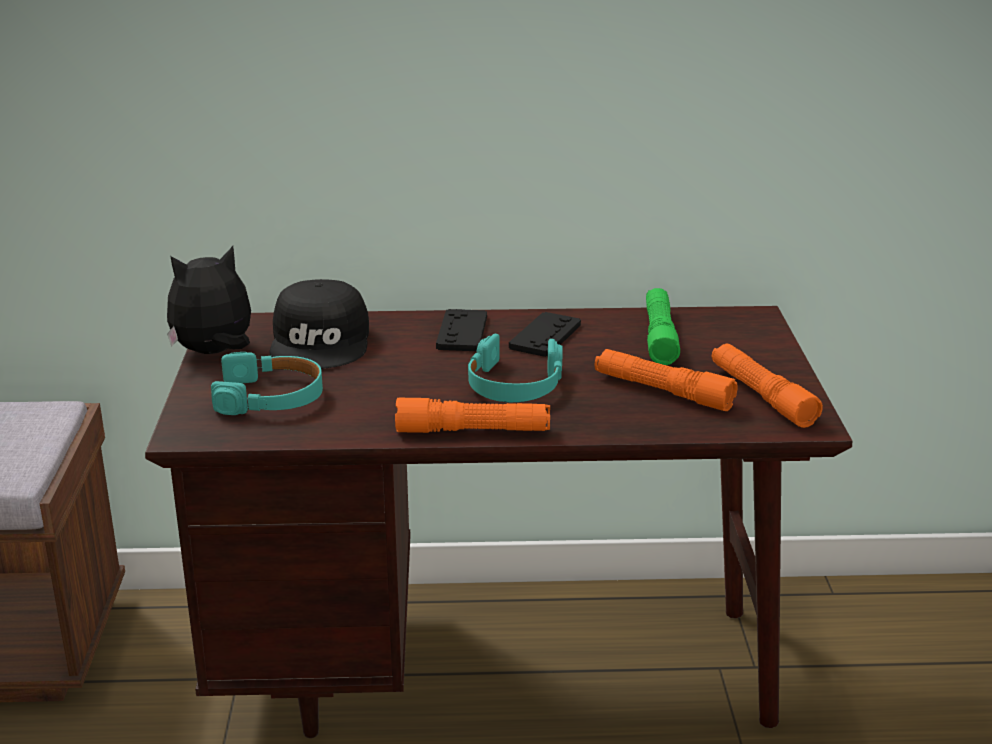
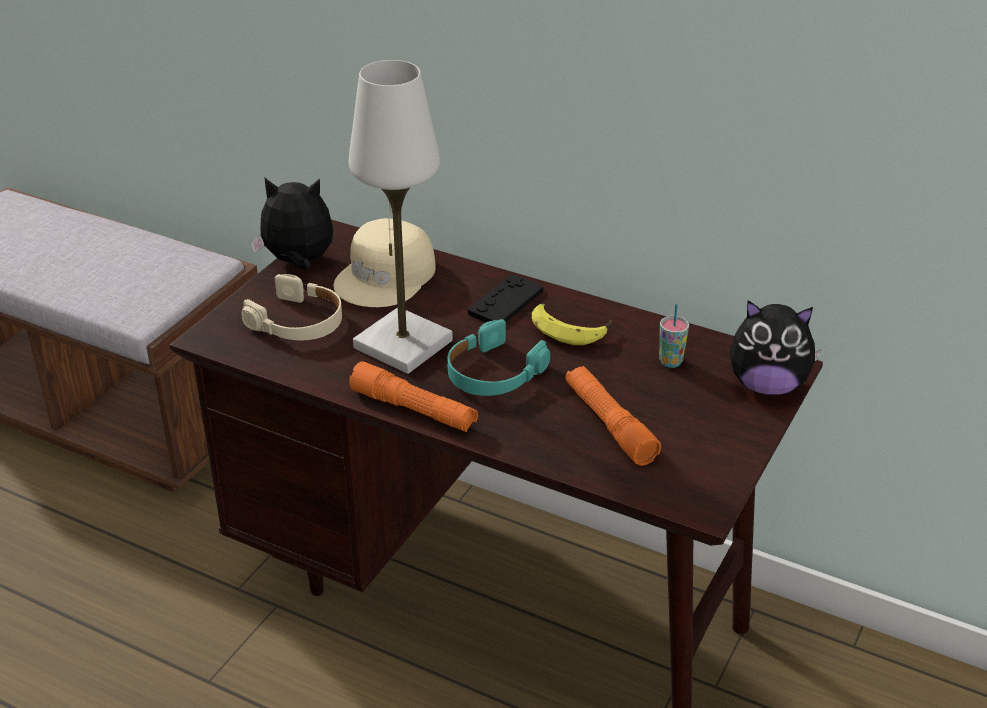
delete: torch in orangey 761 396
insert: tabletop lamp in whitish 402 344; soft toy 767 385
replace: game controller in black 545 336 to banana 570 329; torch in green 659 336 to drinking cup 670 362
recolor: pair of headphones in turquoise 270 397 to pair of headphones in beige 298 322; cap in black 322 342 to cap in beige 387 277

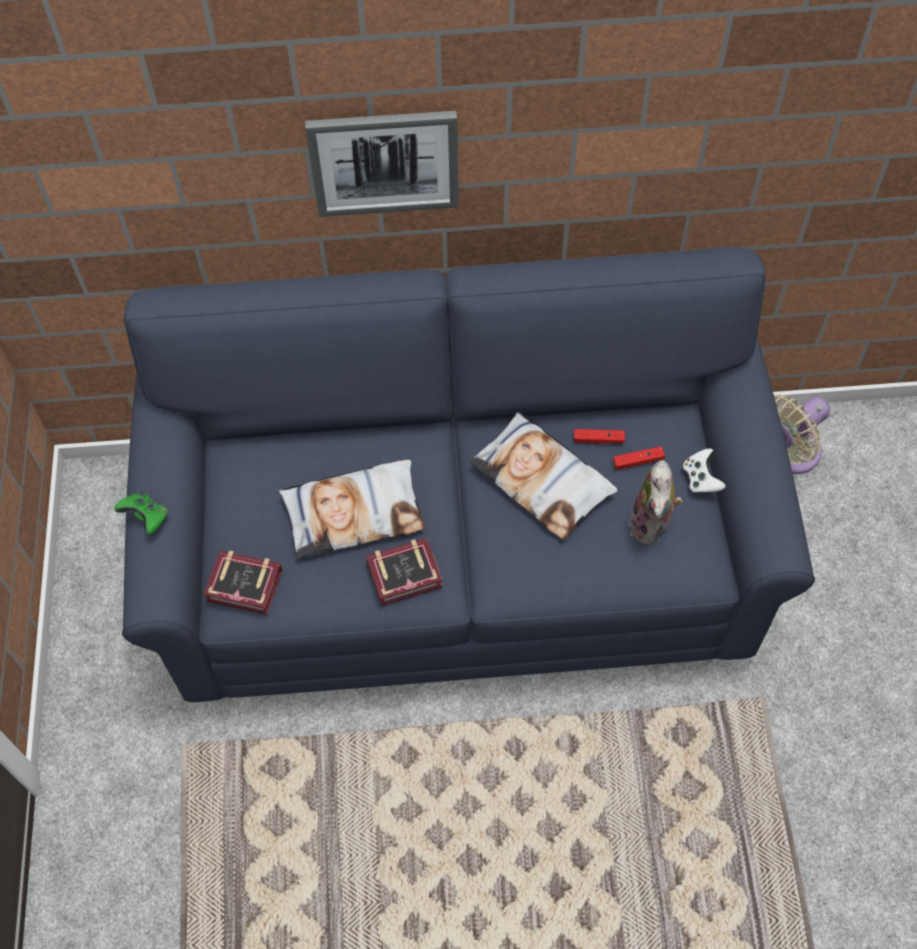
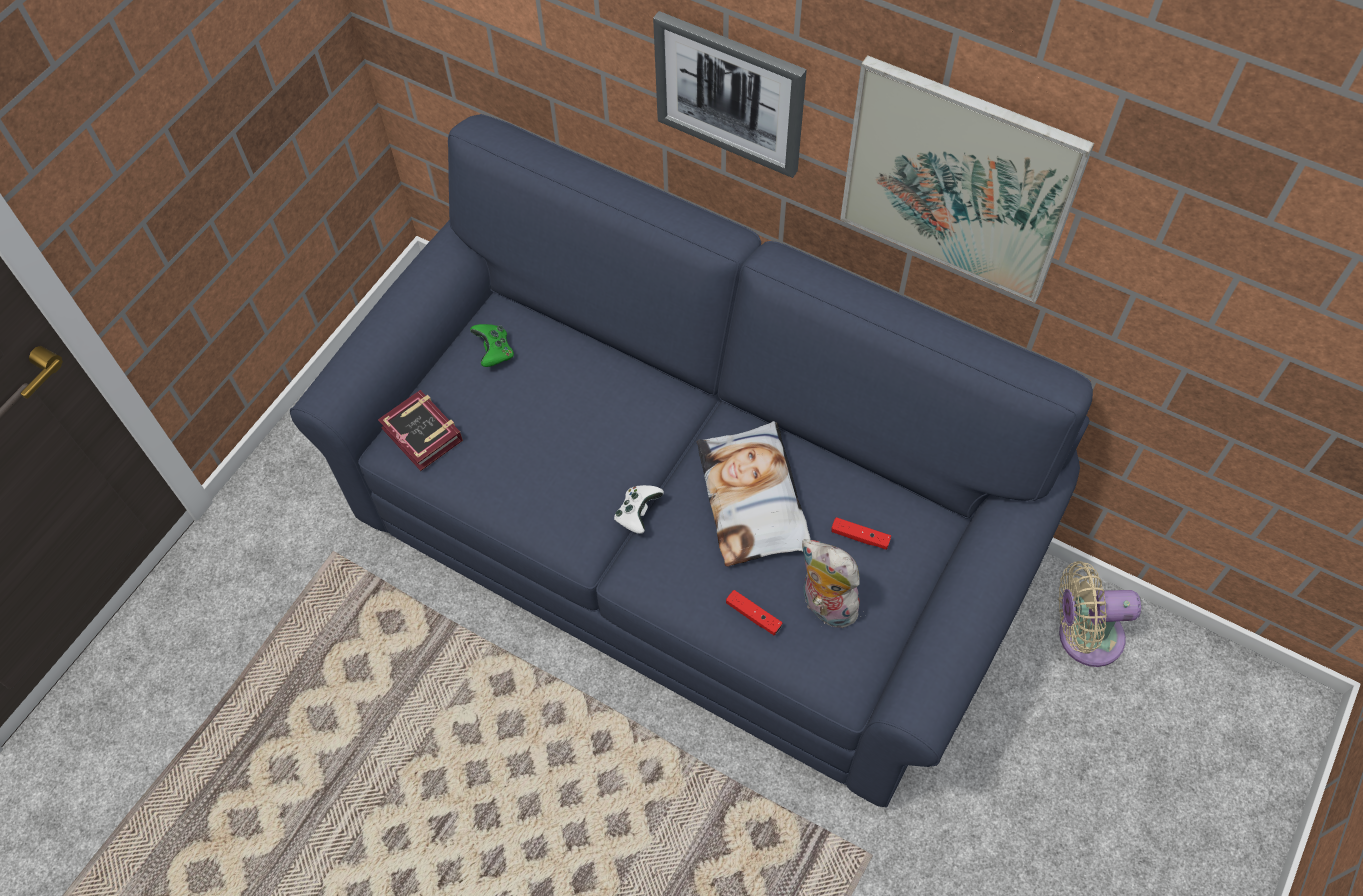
delete: pillow 354 513; bound book 408 576
insert: wall picture 957 180
move: game controller in green 147 518 to 494 352; game controller in red-coloured 598 440 to 753 616; game controller in whitish 701 479 to 638 514
rotate: soft toy 652 525 = 825 606 90 degrees clockwise

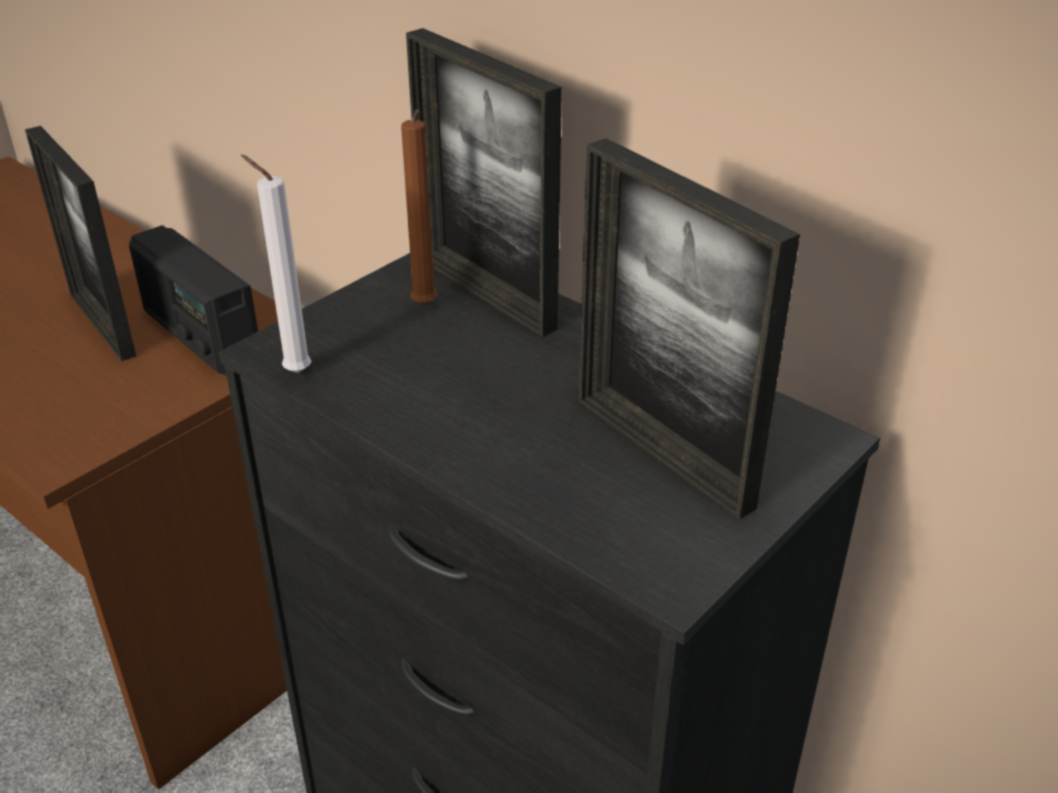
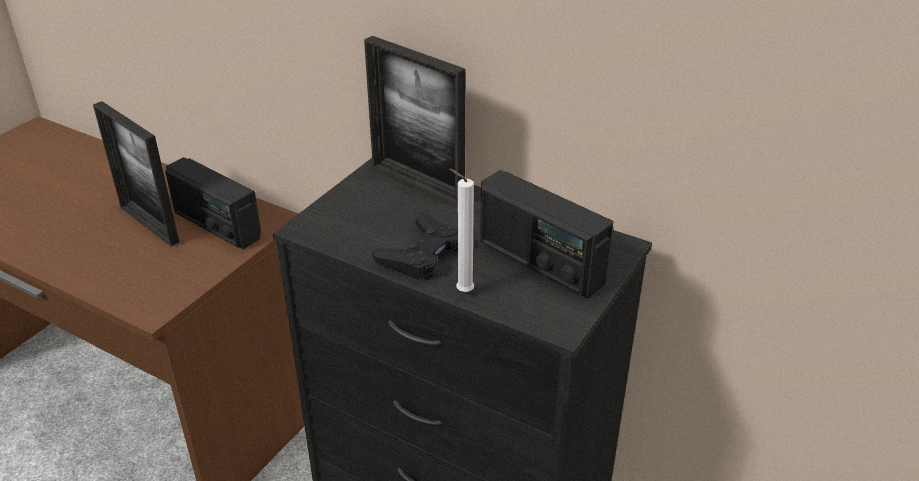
delete: candle in brown 425 307
insert: game controller in black 422 254
move: candle in whitish 293 371 to 462 291
replace: picture frame 662 452 to radio receiver 540 262

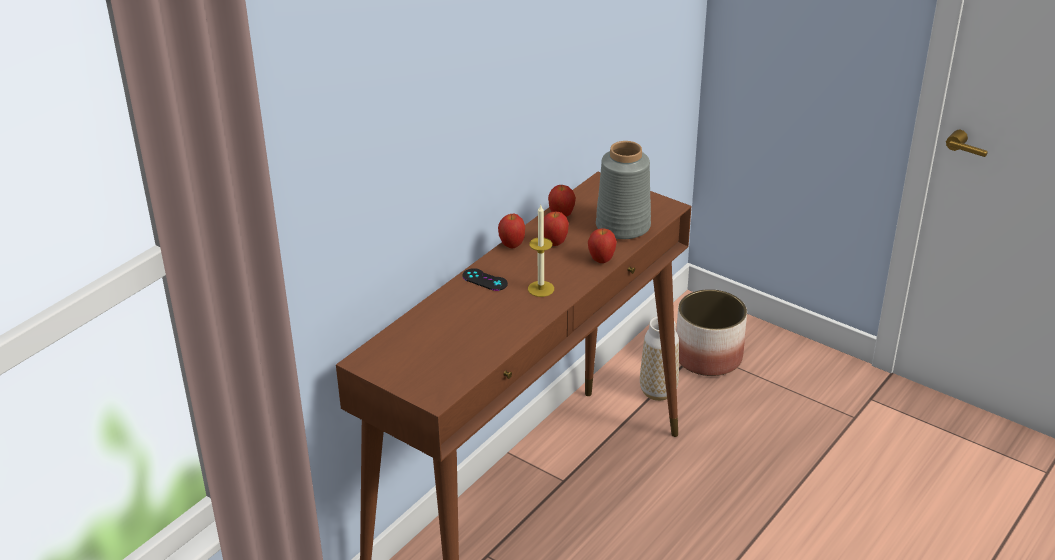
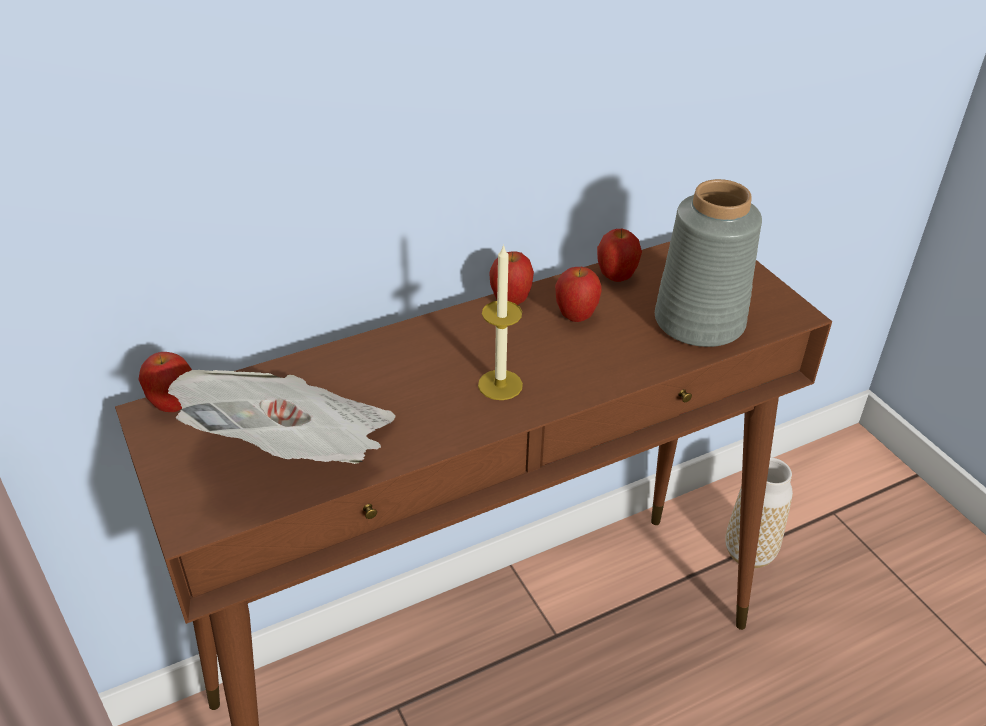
delete: game controller in black 484 280; planter 707 357
insert: newspaper 297 452
move: apple fruit 601 260 to 173 405

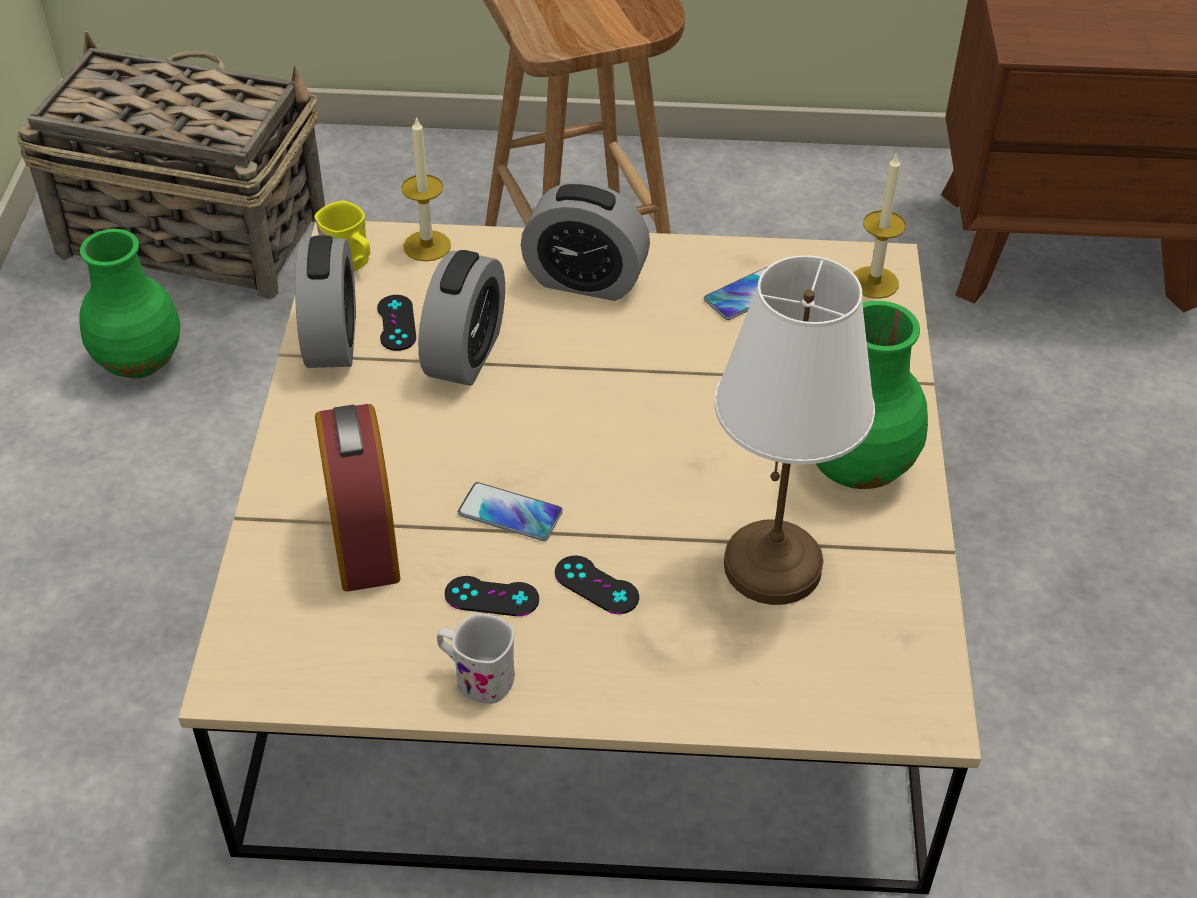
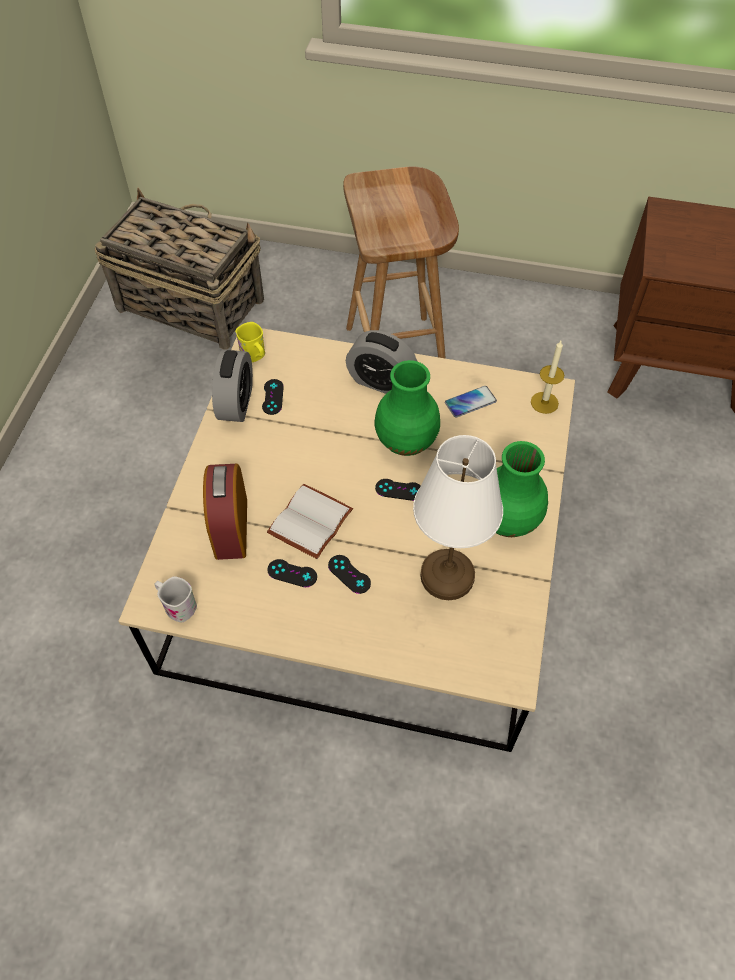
delete: candle 427 246; bedside clock 465 354
insert: game controller in black 399 490
move: flower vase in green 141 362 to 407 441; mug in whitish 476 677 to 177 605
replace: telephone 510 513 to bound book in whitish 311 524

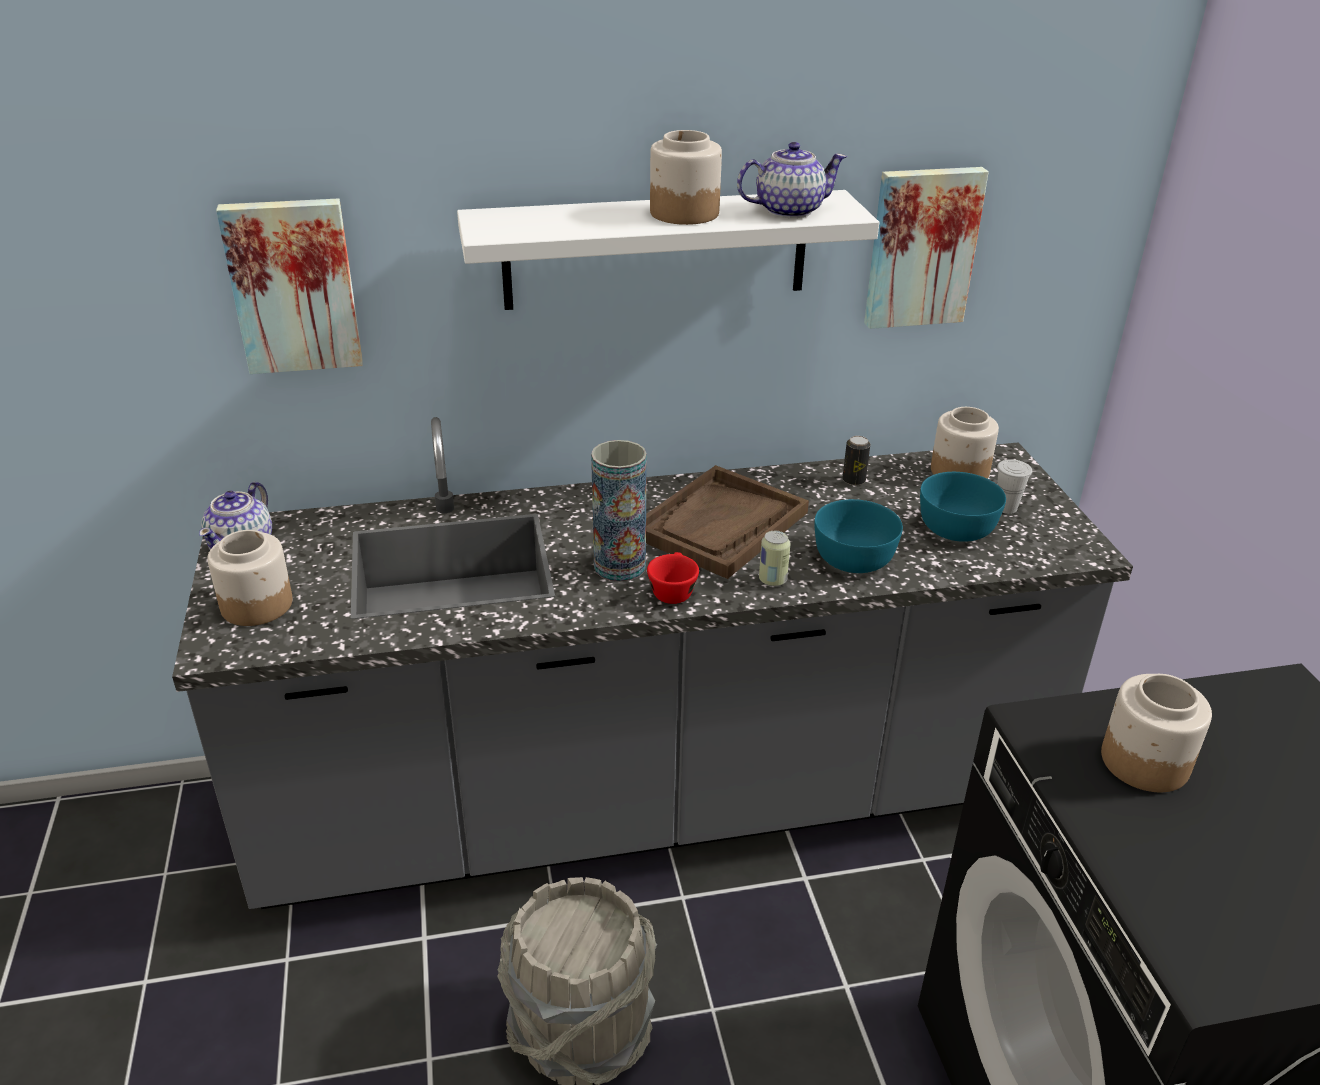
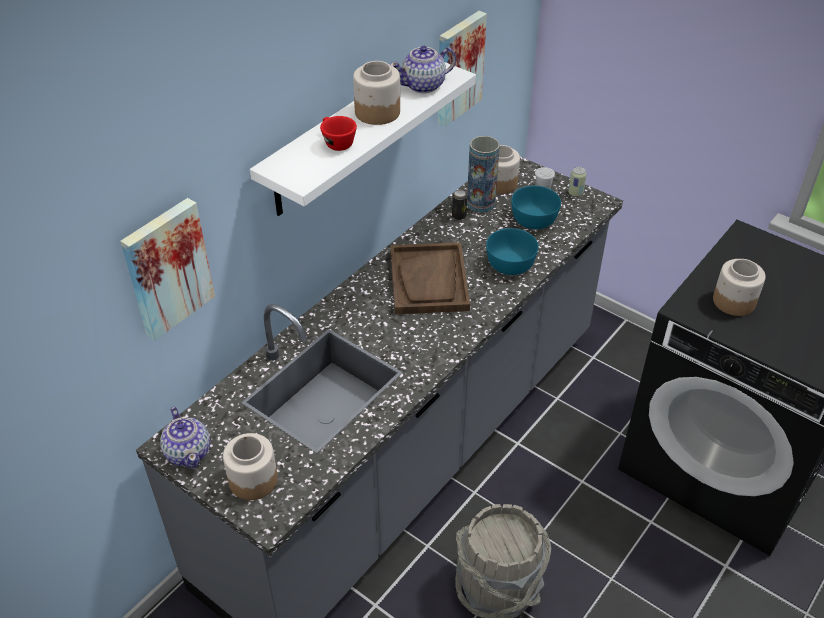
move: flower vase 619 566 to 480 204; drinking cup in red-coloured 672 590 to 336 142; sealed can 772 580 to 575 193
rotate: pot for tea 788 210 = 424 85 150 degrees counterclockwise

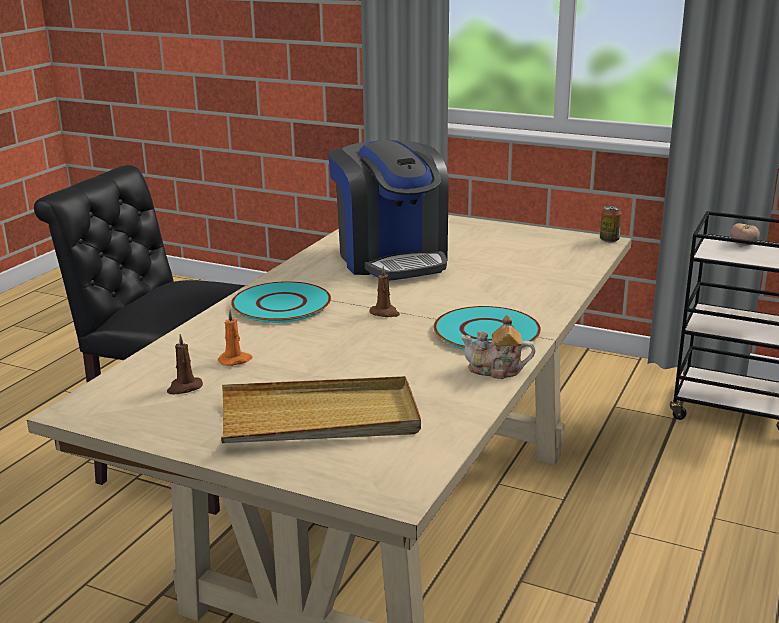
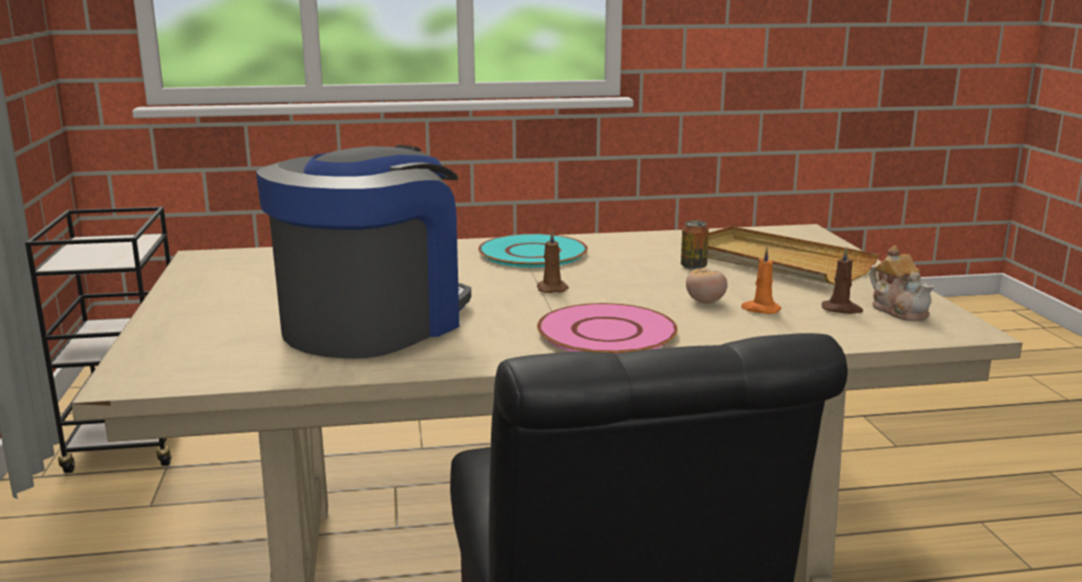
move: pot for tea 496 370 to 899 310; sealed can 609 240 to 693 267; fresh tomato 743 245 to 705 302
recolor: dinner plate in turquoise 281 304 to dinner plate in pinkish 607 332

